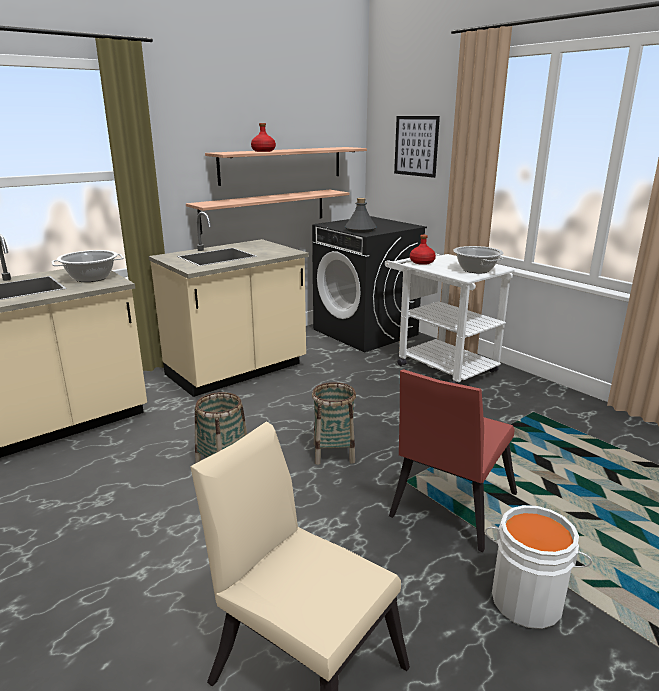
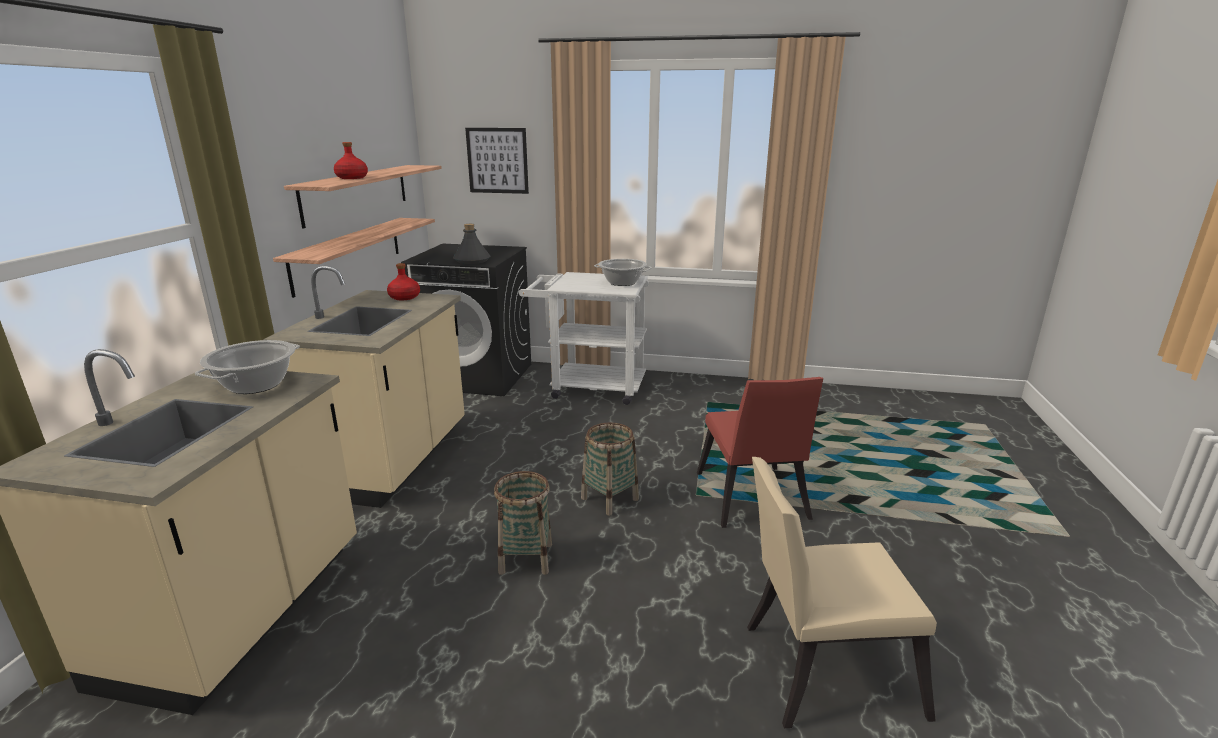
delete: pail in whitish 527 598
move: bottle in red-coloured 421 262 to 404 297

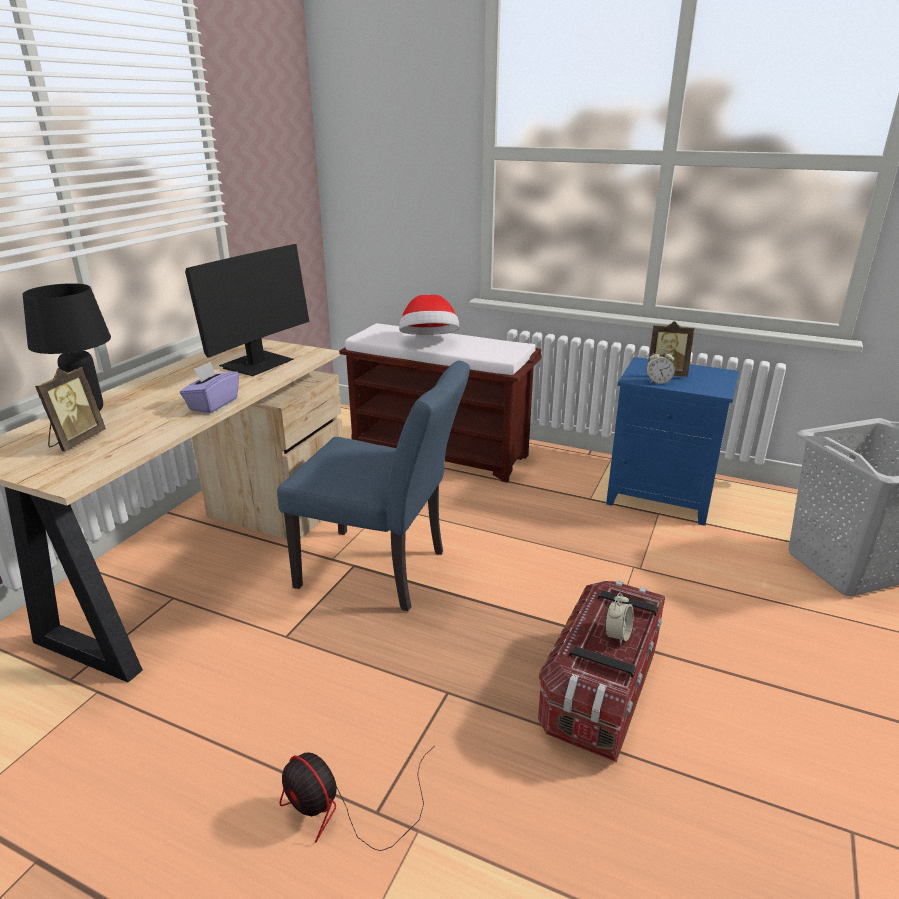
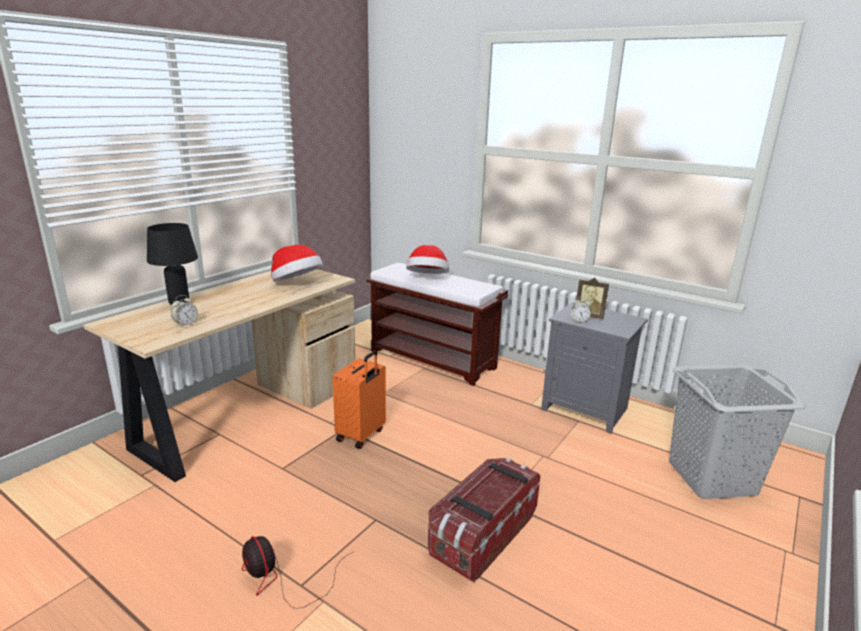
delete: picture frame 76 441; tissue holder in purple 213 404
move: bedside clock 617 635 to 186 324
replace: computer display 257 364 to clothing hat 296 283; upright chair in blue 383 571 to piece of luggage in orangey 361 435
recolor: night table in blue 662 497 to night table in greyish 587 409

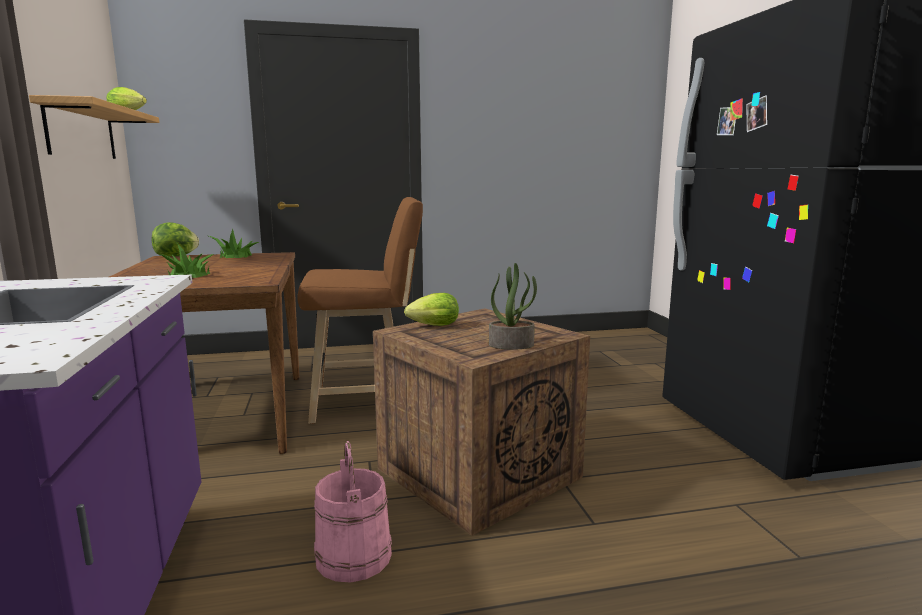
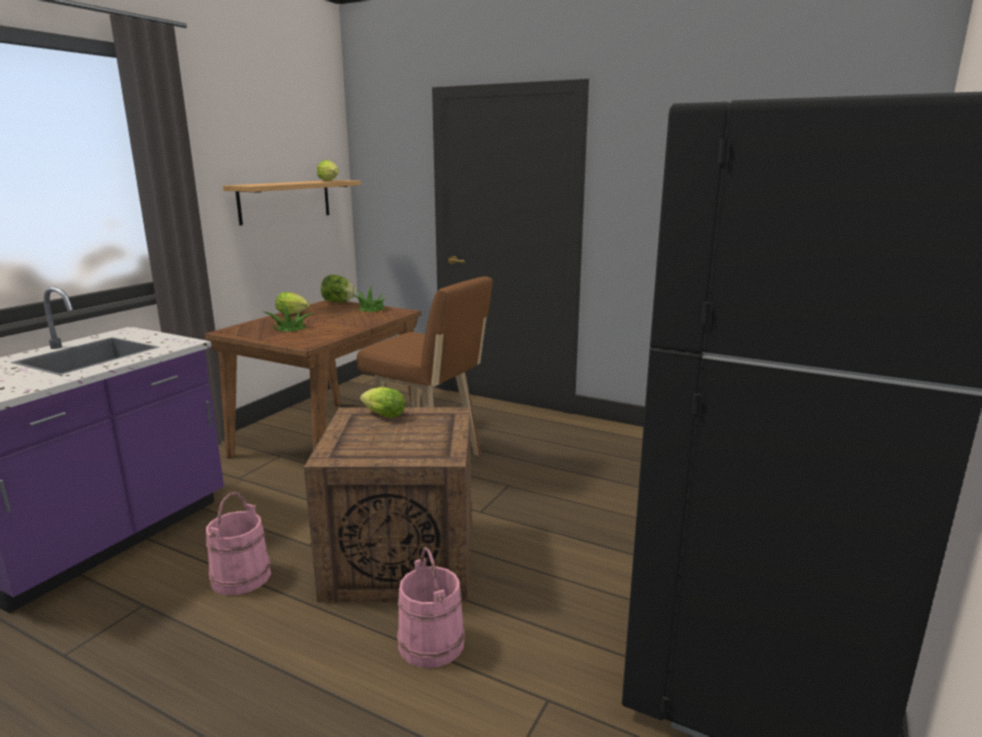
delete: houseplant 511 345
insert: lettuce head 294 314; pail in pinkish 432 643

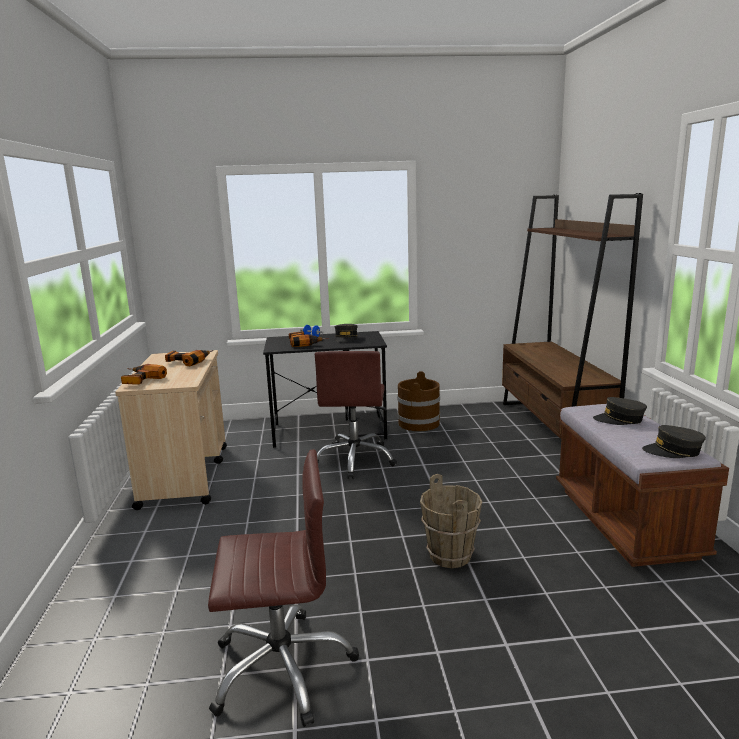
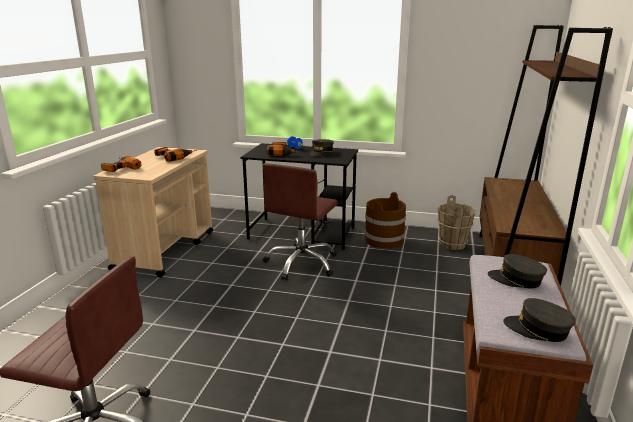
move: pail in brown 450 555 to 453 244

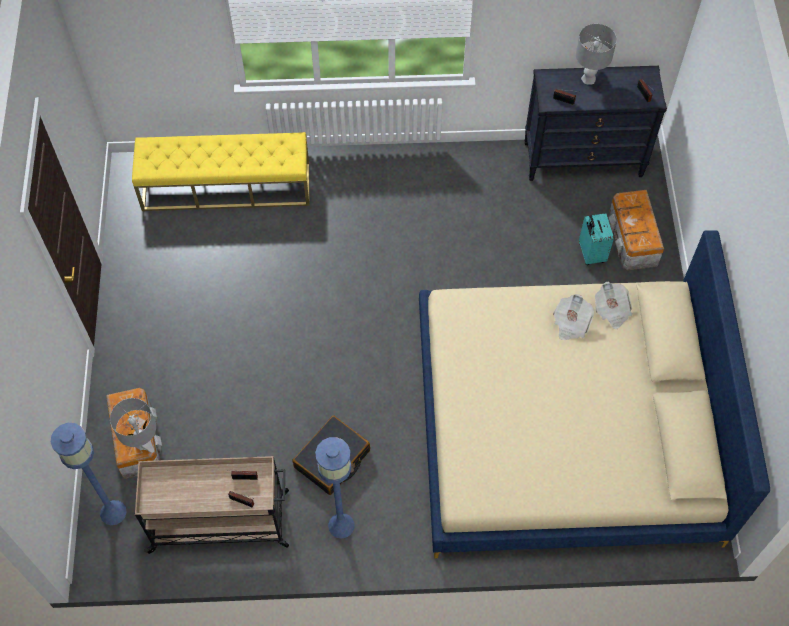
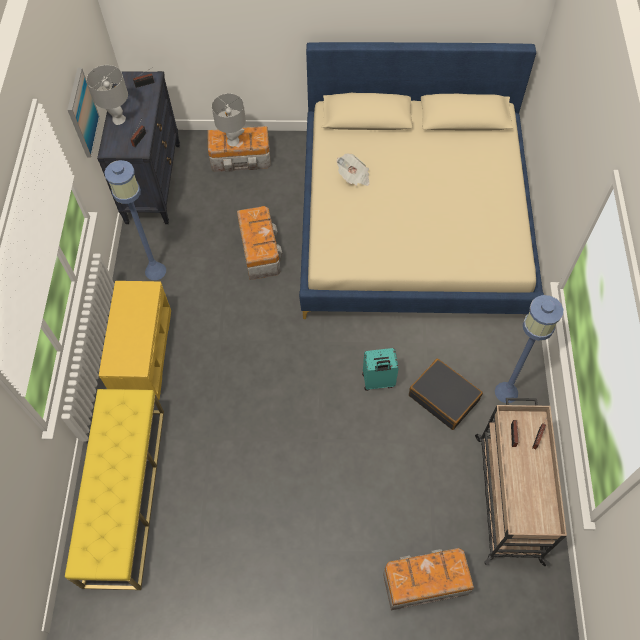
delete: newspaper 612 310
insert: wall picture 82 113; indoor bench in yellow-coloured 142 352; storage box 260 250
move: standard lamp in blue 112 512 to 155 271; tabletop lamp in greyish 143 443 to 233 141; piece of luggage in turquoise 590 253 to 378 381

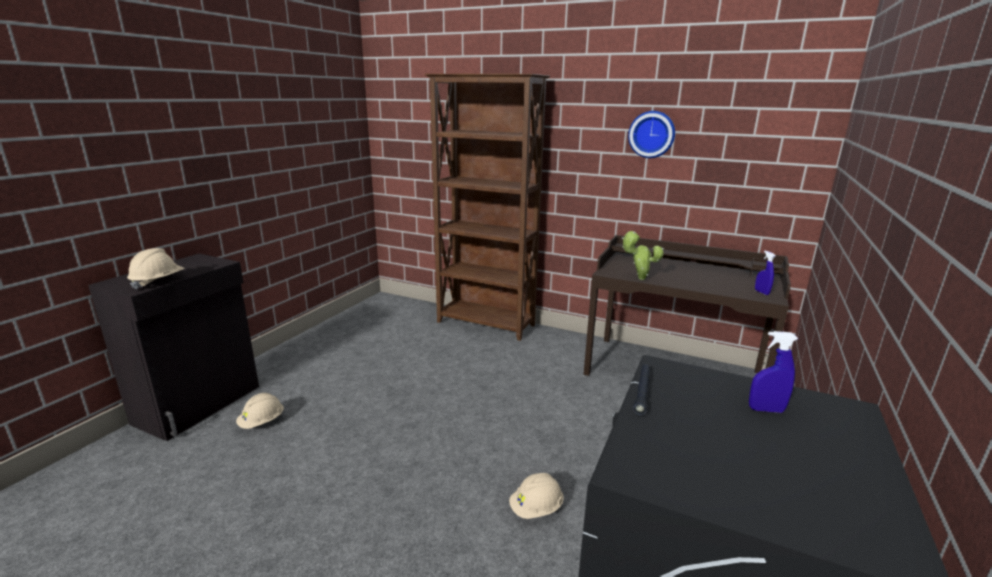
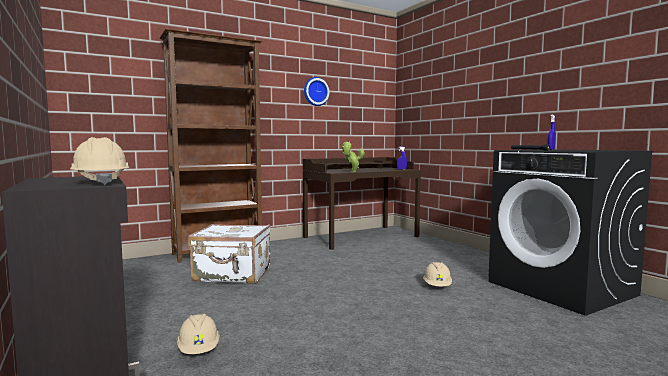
insert: piece of luggage in whitish 233 275

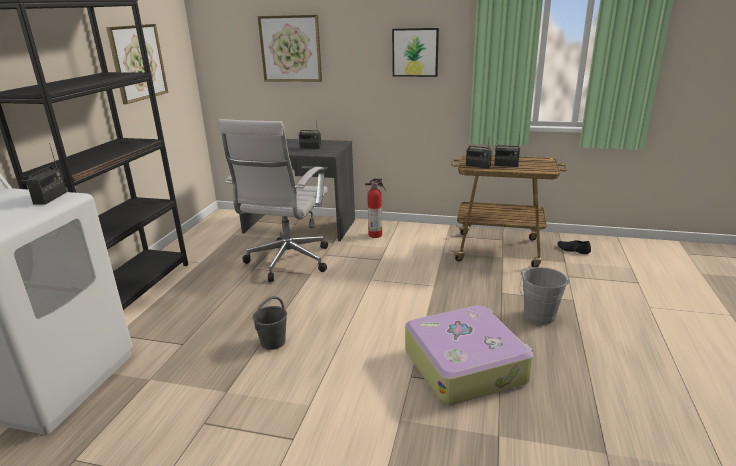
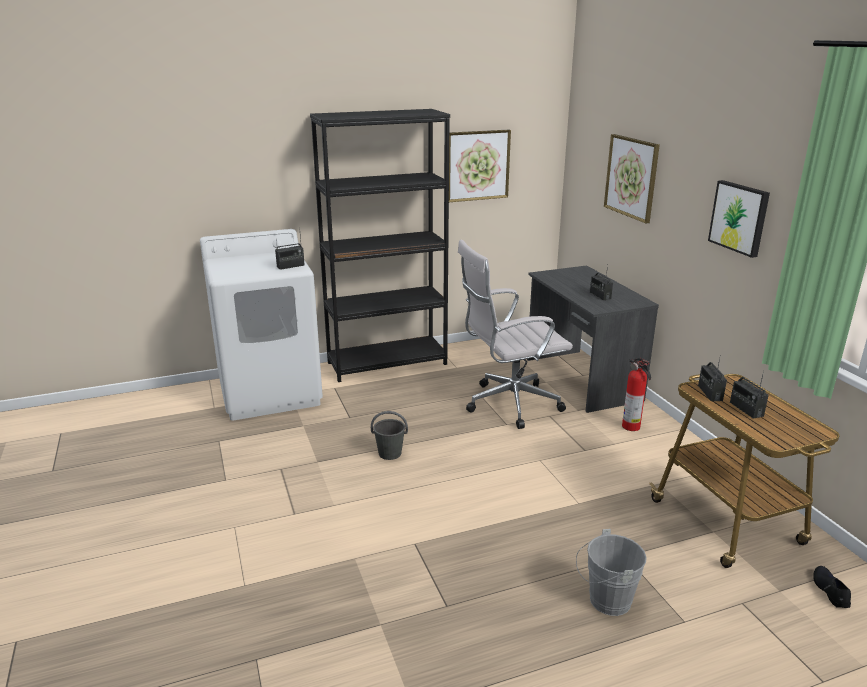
delete: piece of luggage 465 365

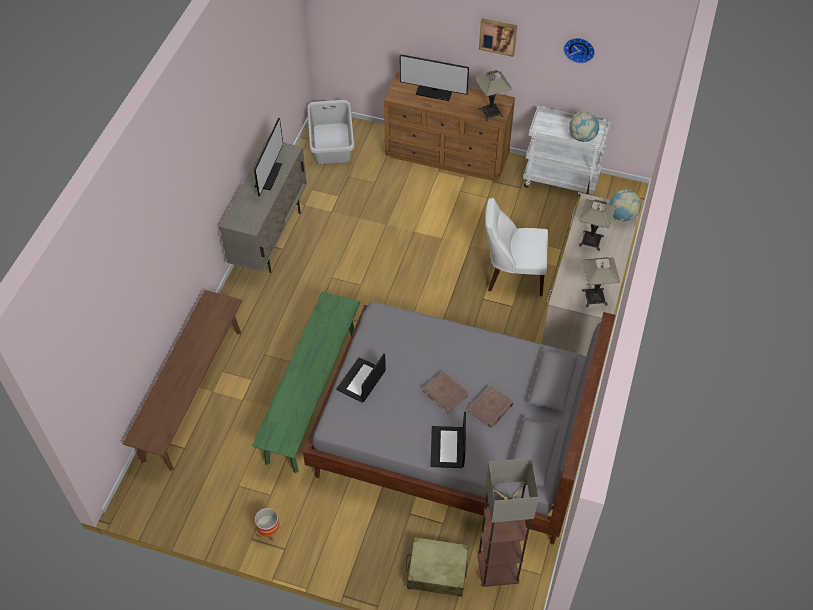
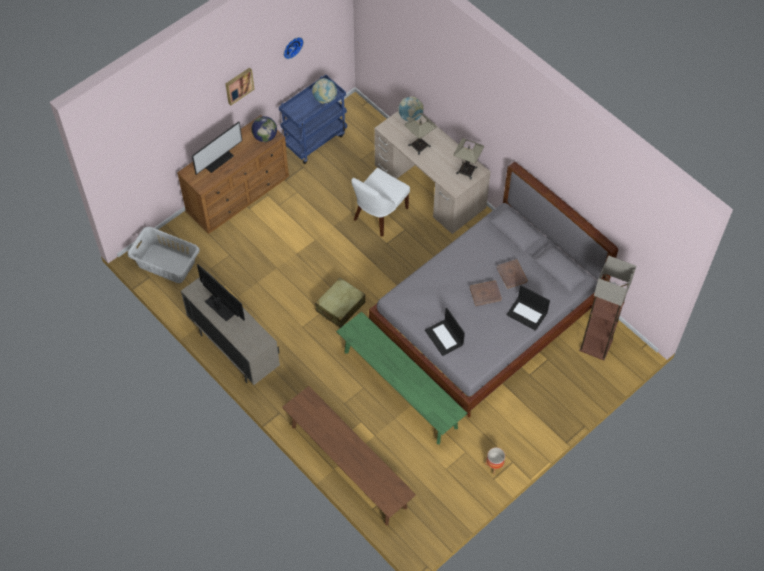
move: piece of luggage in beige 437 571 to 340 307
replace: tabletop lamp 490 112 to world globe 265 137
recolor: trolley in whitish 561 180 to trolley in blue 315 139

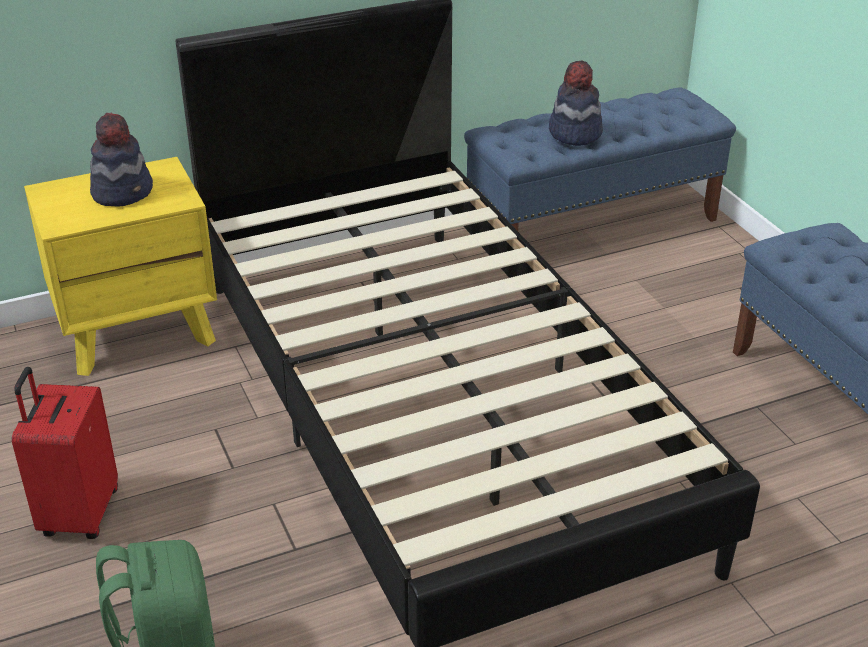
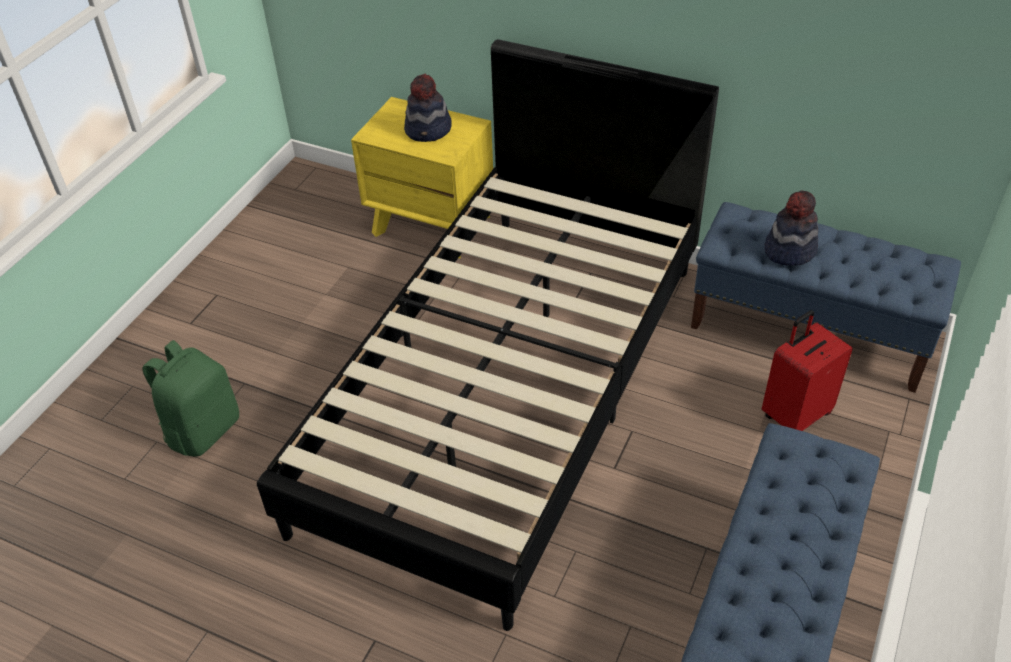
move: piece of luggage in red-coloured 78 514 to 795 414

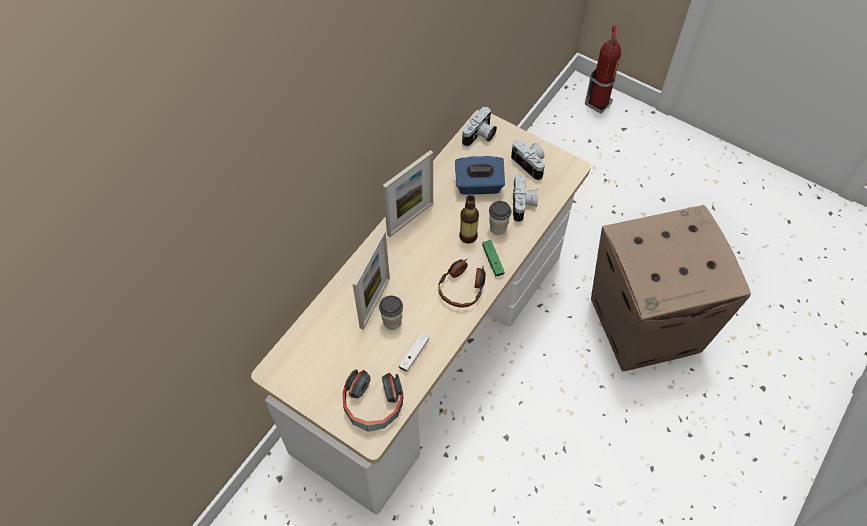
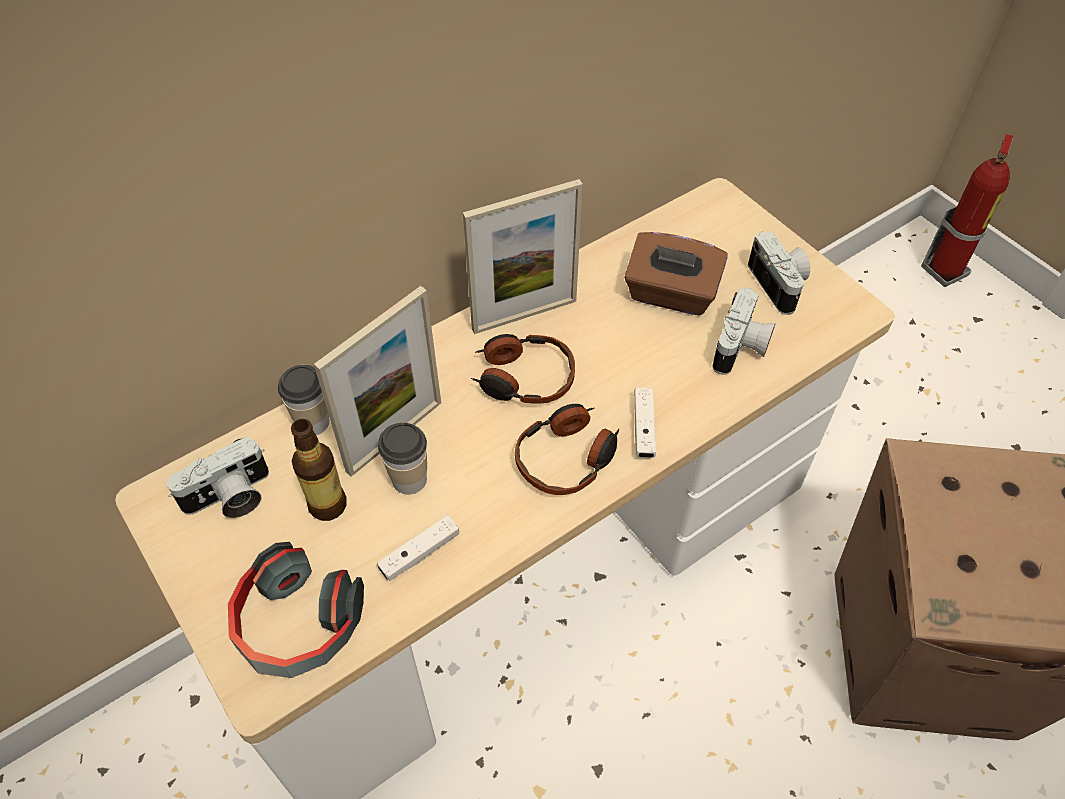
insert: pair of headphones 523 378
move: bottle 468 236 to 328 505; photo camera 480 136 to 230 498; drinking cup 498 228 to 313 422
recolor: tissue holder in blue 479 185 to tissue holder in brown 670 294; game controller in green 492 261 to game controller in whitish 643 428

